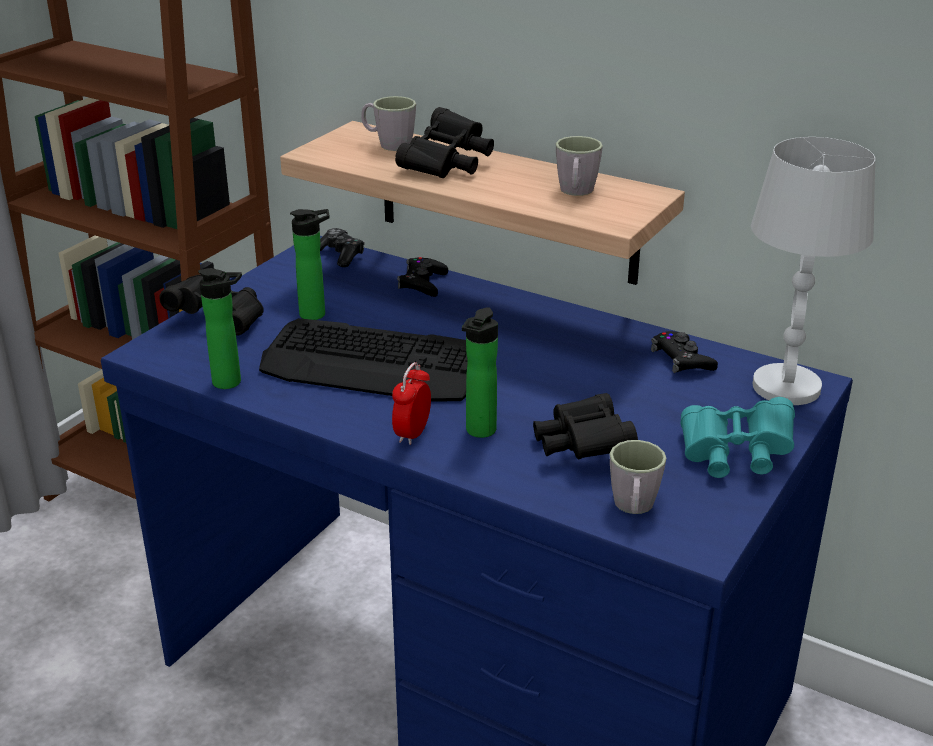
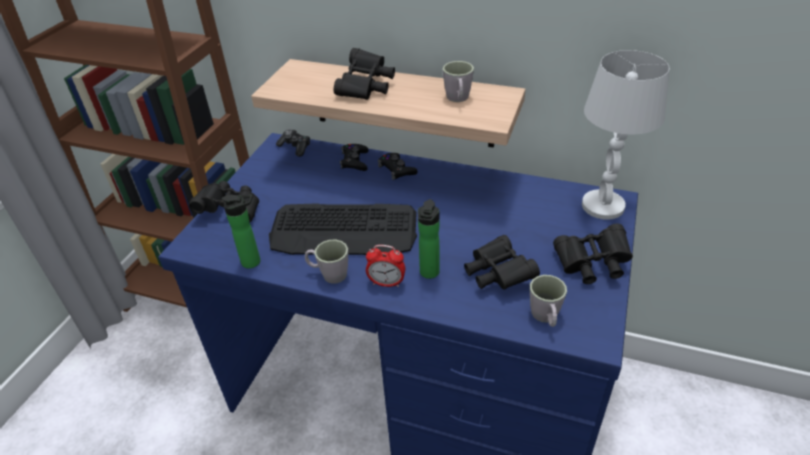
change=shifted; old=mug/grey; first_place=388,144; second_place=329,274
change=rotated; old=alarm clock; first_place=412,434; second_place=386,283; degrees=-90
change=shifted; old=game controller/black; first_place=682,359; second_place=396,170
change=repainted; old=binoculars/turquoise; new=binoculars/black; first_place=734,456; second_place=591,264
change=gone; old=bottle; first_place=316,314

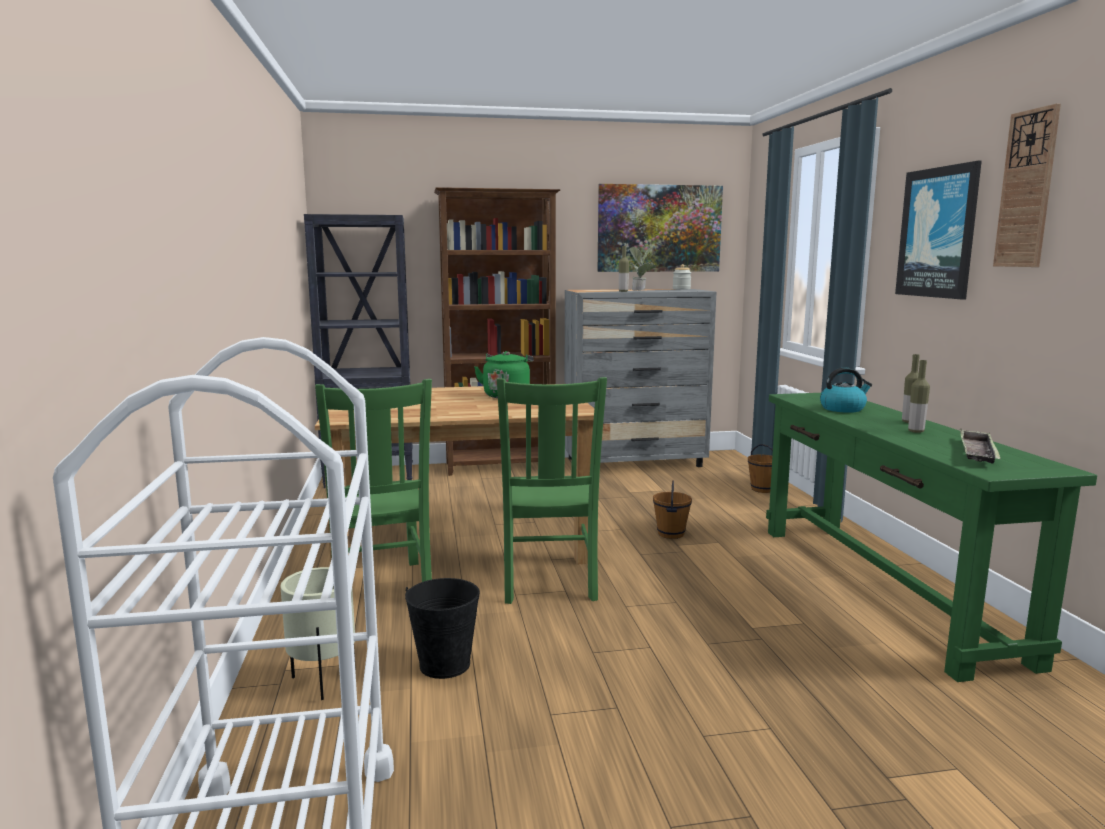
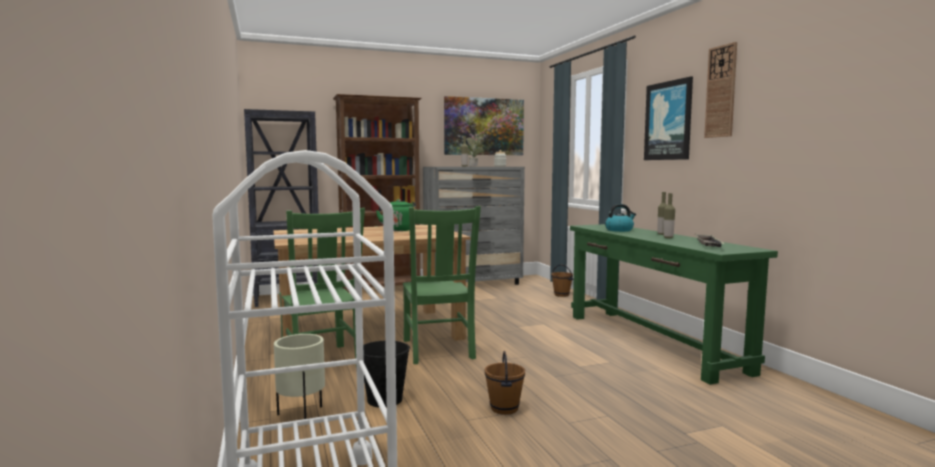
change=shifted; old=bucket/brown; first_place=670,534; second_place=504,408

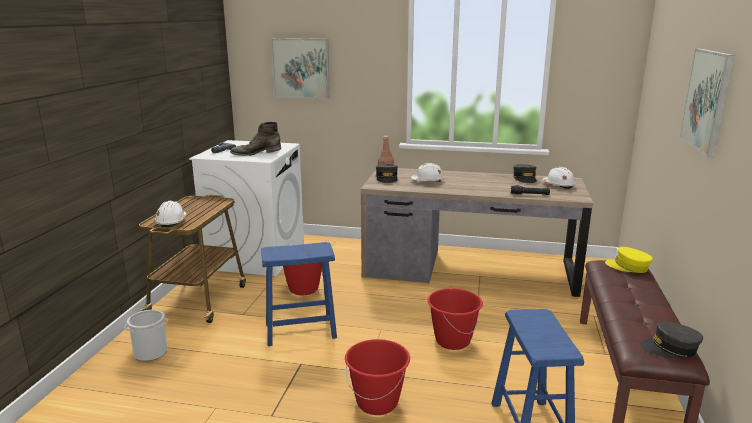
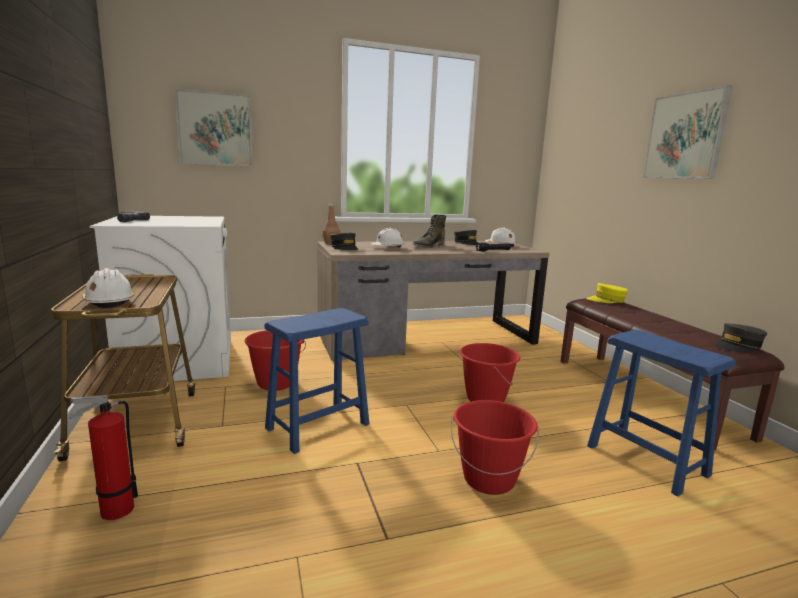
change=swapped; old=bucket; new=fire extinguisher; first_place=150,353; second_place=113,511
change=shifted; old=boot/green; first_place=256,153; second_place=428,246

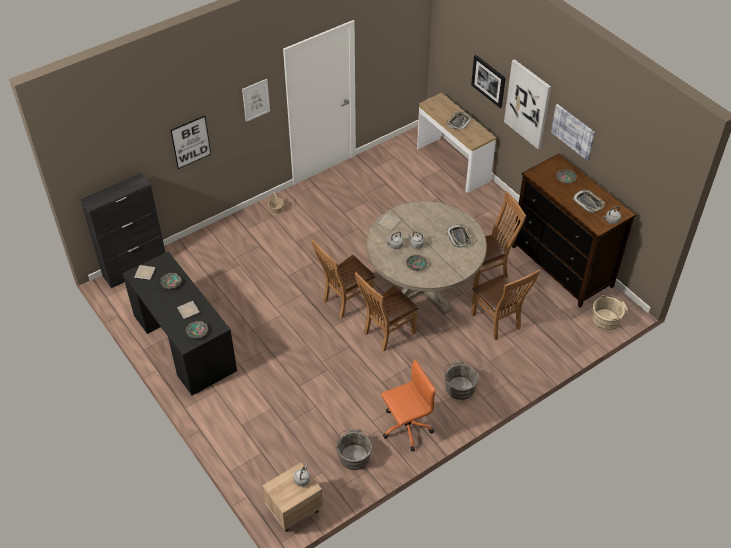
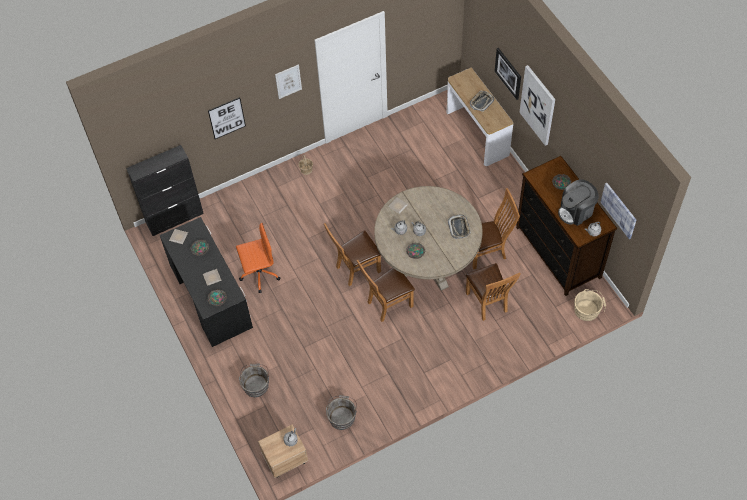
change=shifted; old=office chair/orange; first_place=405,428; second_place=259,274
change=shifted; old=bucket/grey; first_place=459,386; second_place=256,384
change=swapped; old=tray; new=coffee machine; first_place=588,203; second_place=576,211
change=shifted; old=picture; first_place=573,131; second_place=619,210

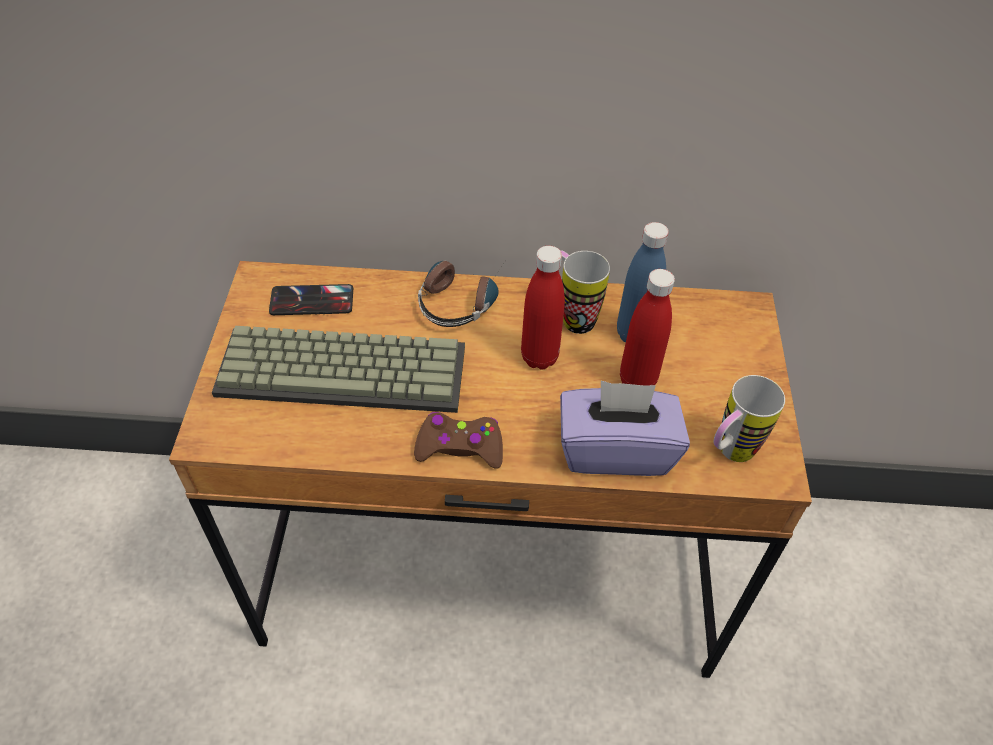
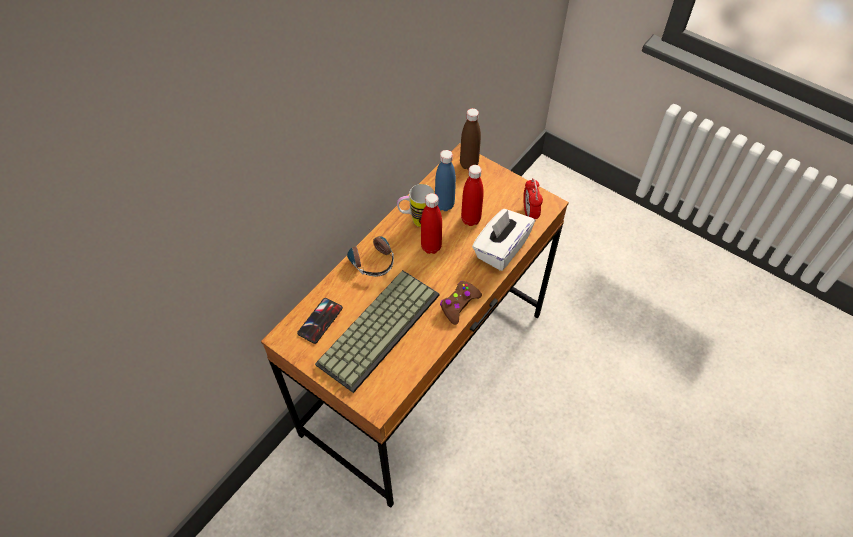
change=new; new=bottle/brown; second_place=469,164
change=repainted; old=tissue box/purple; new=tissue box/white; first_place=615,449; second_place=501,249
change=swapped; old=mug; new=alarm clock; first_place=728,454; second_place=530,213

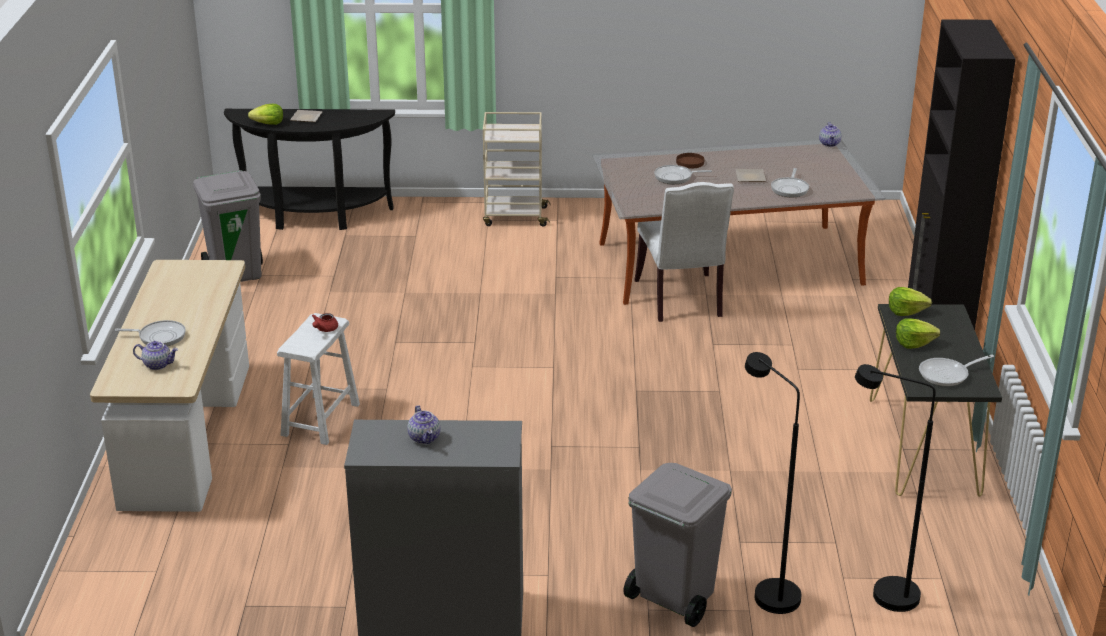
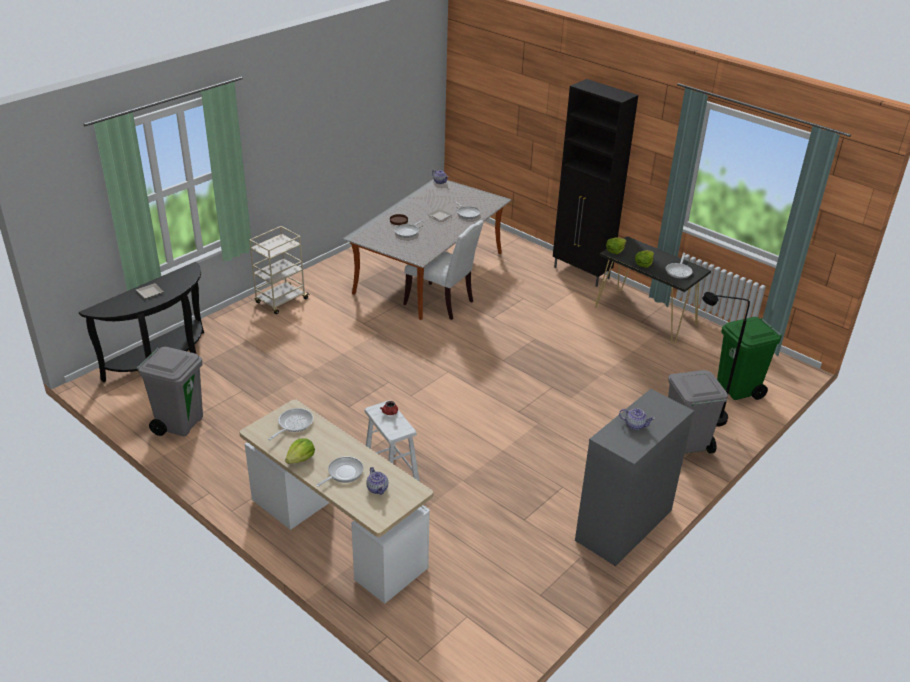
change=new; new=frying pan; second_place=293,424
change=shifted; old=lettuce; first_place=268,124; second_place=301,459
change=rotated; old=teapot; first_place=158,365; second_place=378,489; degrees=105
change=swapped; old=floor lamp/black; new=trash can/green; first_place=882,594; second_place=738,389

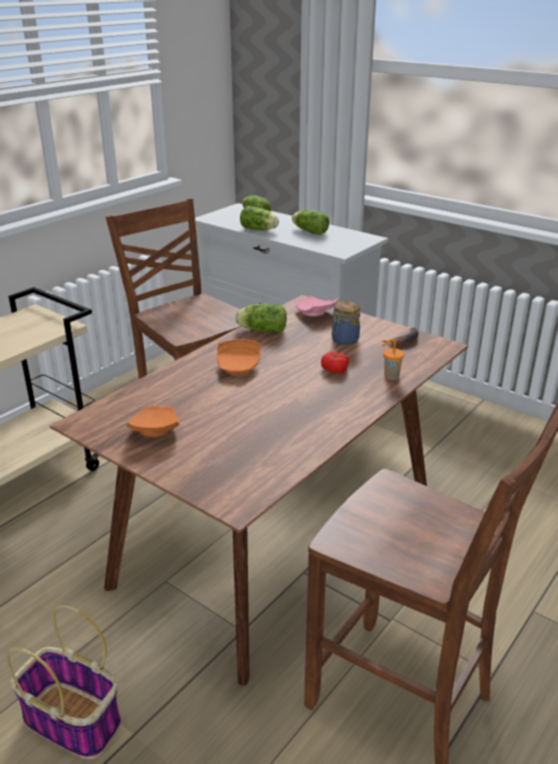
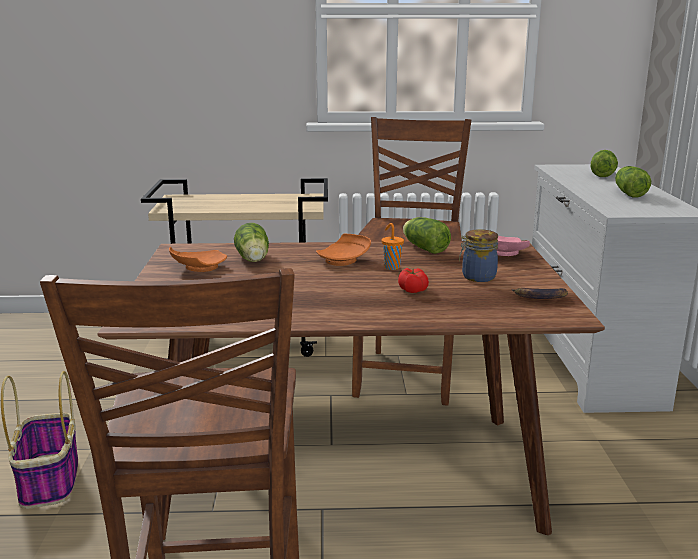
change=shifted; old=lettuce; first_place=260,230; second_place=253,260
change=shifted; old=cup/orange; first_place=390,377; second_place=391,267

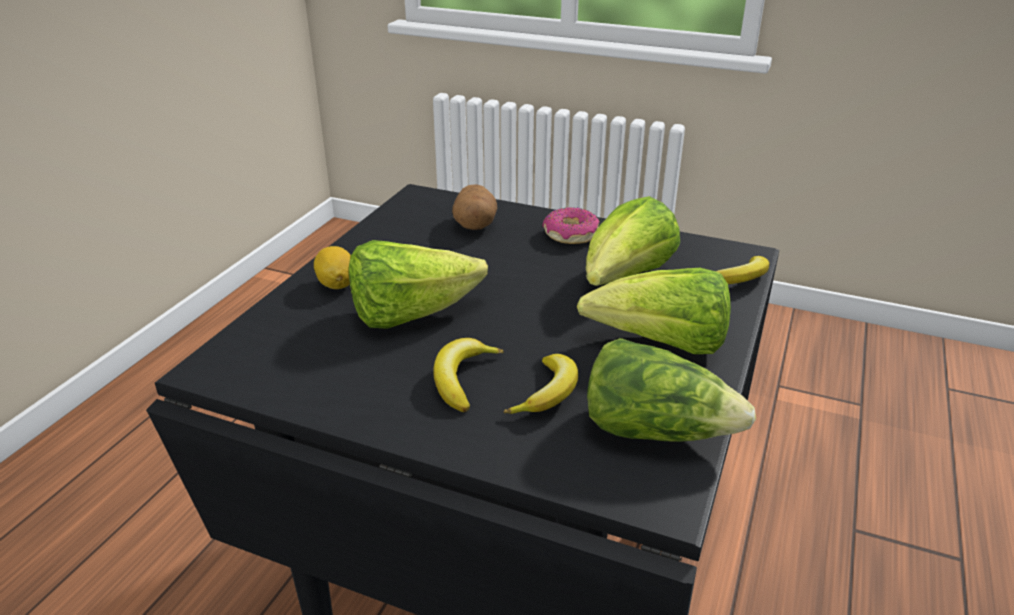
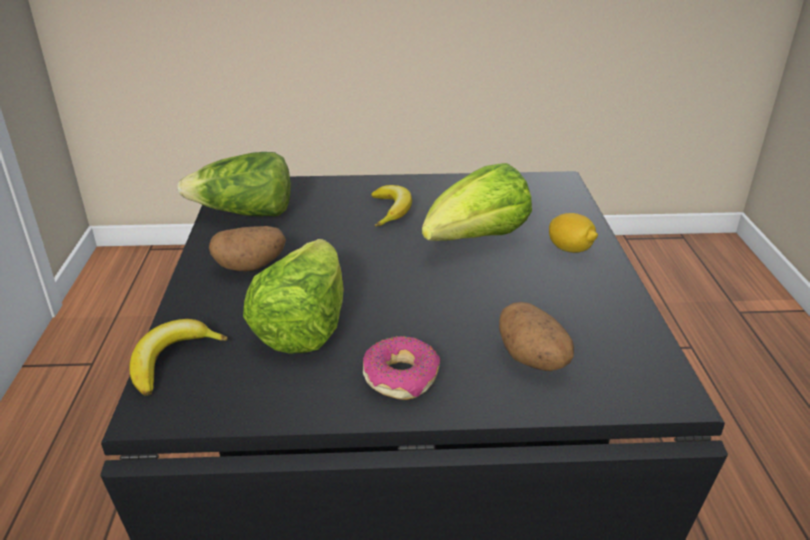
change=swapped; old=lettuce; new=potato; first_place=661,346; second_place=251,266
change=gone; old=banana; first_place=548,393

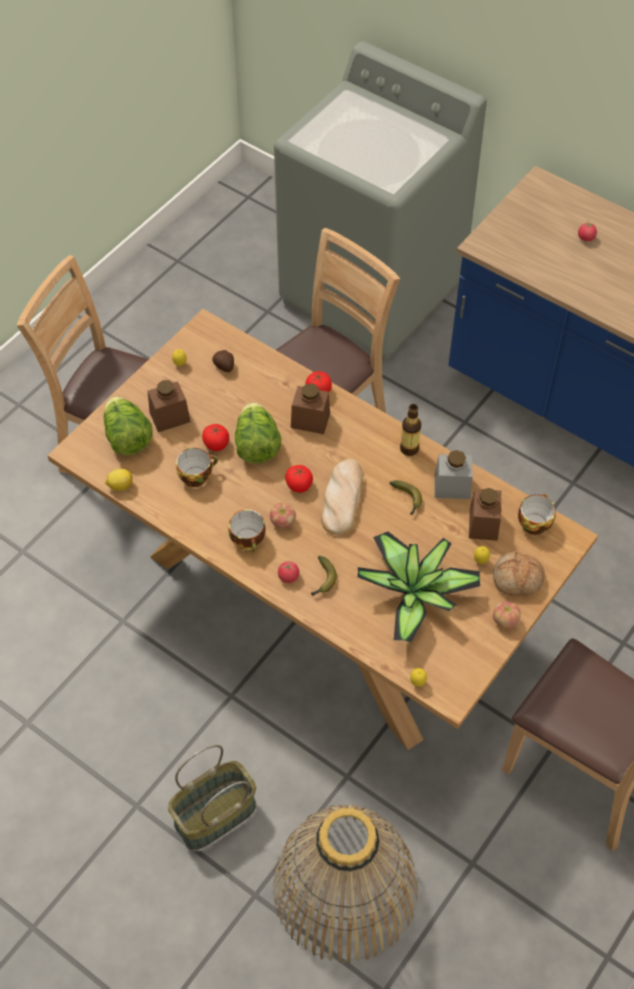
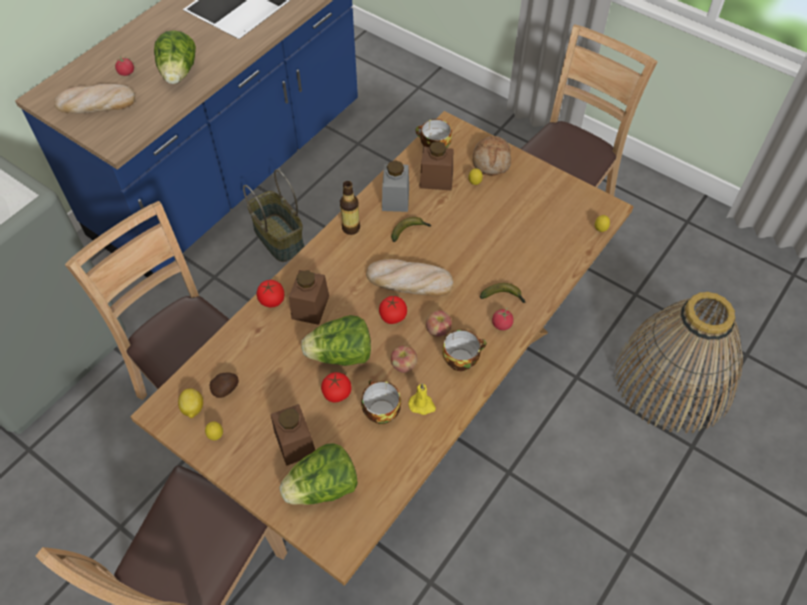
change=new; new=bread; second_place=96,103
change=new; new=lettuce; second_place=179,73
change=shifted; old=lemon; first_place=120,486; second_place=193,409
change=shifted; old=basket; first_place=215,816; second_place=280,238
change=shifted; old=apple; first_place=505,621; second_place=404,365
change=new; new=candle/yellow; second_place=422,405
change=gone; old=potted plant; first_place=415,594

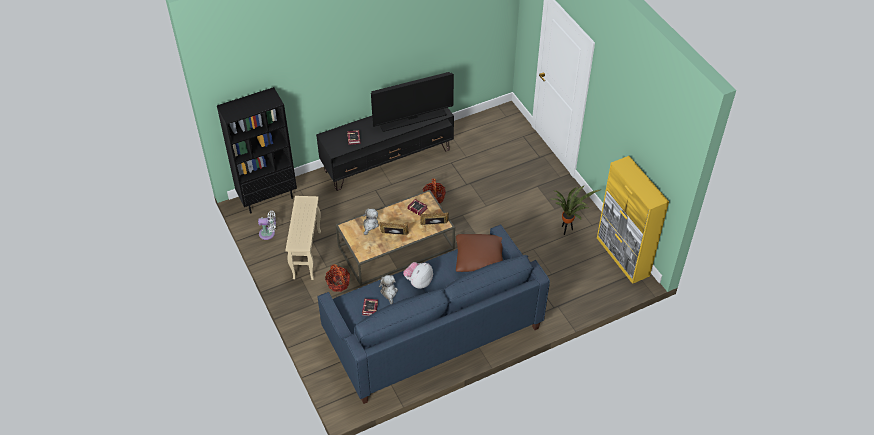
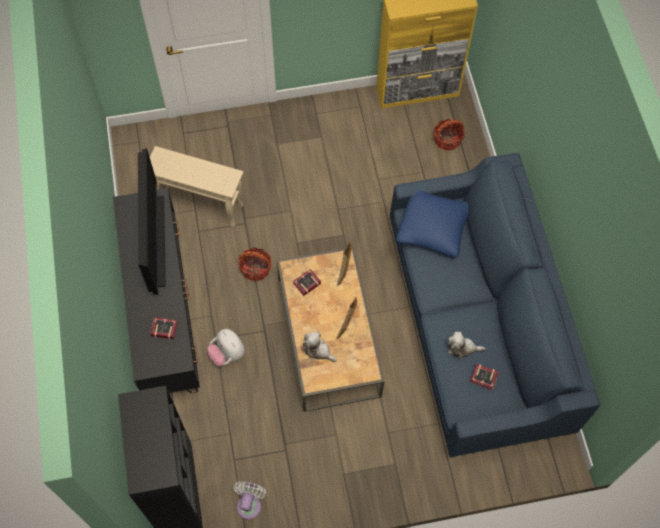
change=shifted; old=side table/beige; first_place=307,255; second_place=200,205
change=shifted; old=plush toy; first_place=418,282; second_place=227,354
change=repainted; old=pillow/brown; new=pillow/blue; first_place=479,259; second_place=433,228
change=shifted; old=basket; first_place=338,283; second_place=447,139
change=gone; old=potted plant; first_place=567,230

